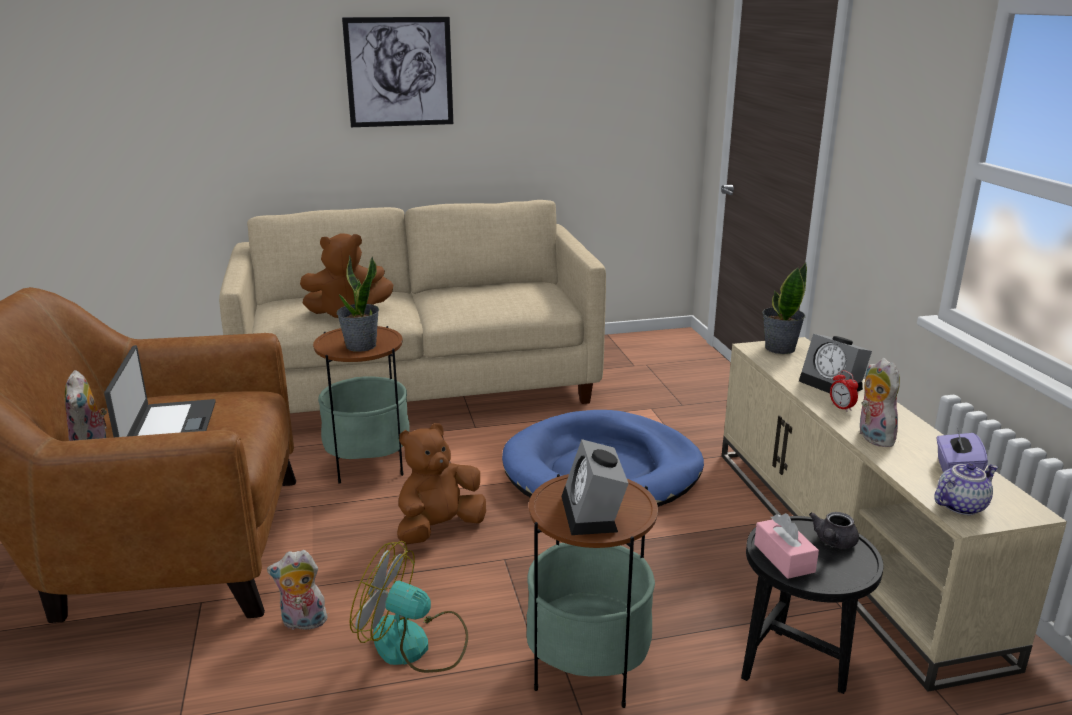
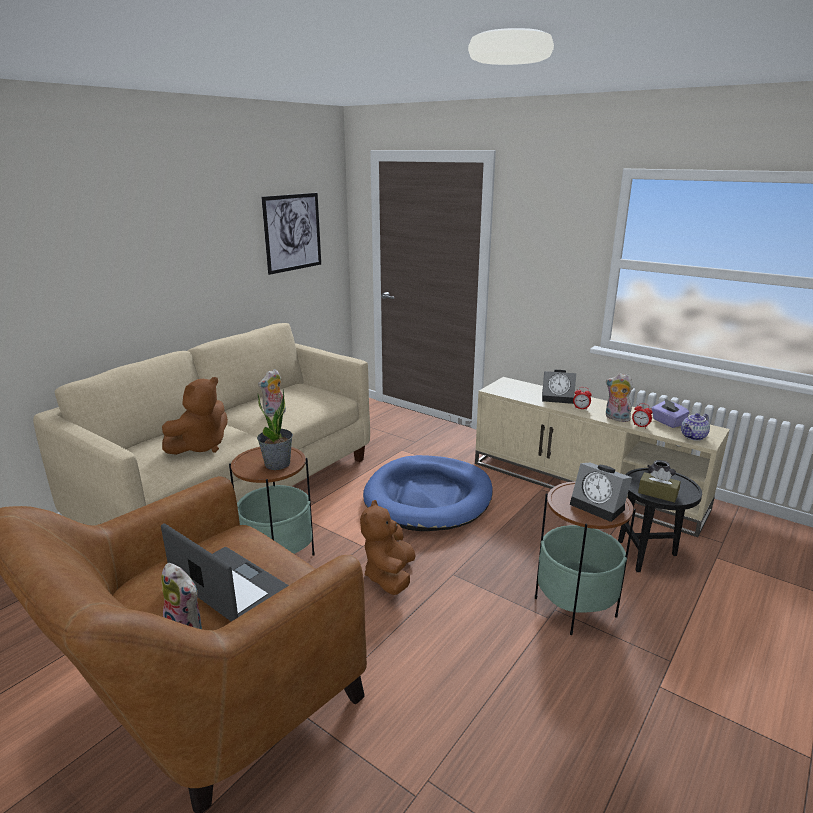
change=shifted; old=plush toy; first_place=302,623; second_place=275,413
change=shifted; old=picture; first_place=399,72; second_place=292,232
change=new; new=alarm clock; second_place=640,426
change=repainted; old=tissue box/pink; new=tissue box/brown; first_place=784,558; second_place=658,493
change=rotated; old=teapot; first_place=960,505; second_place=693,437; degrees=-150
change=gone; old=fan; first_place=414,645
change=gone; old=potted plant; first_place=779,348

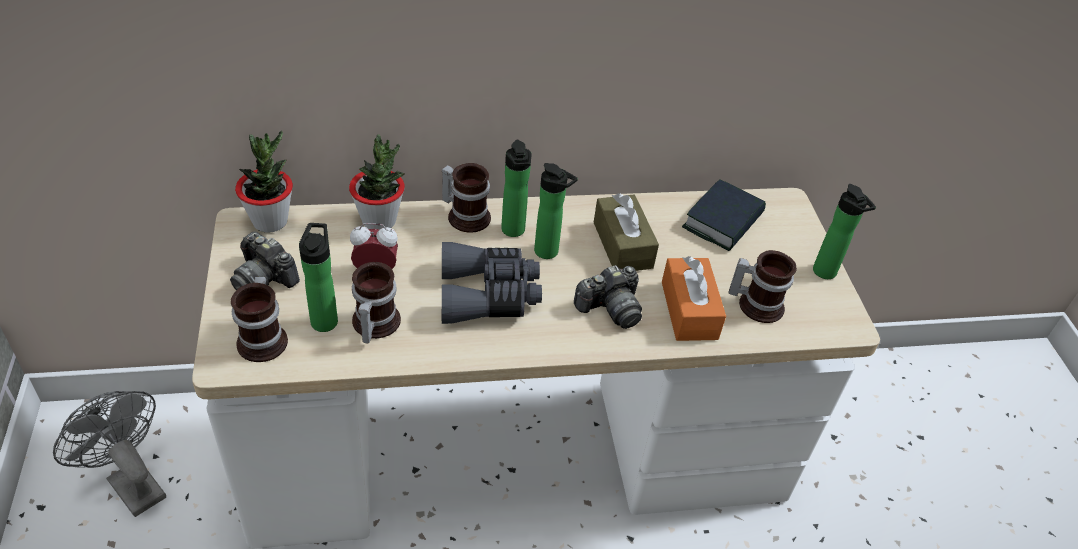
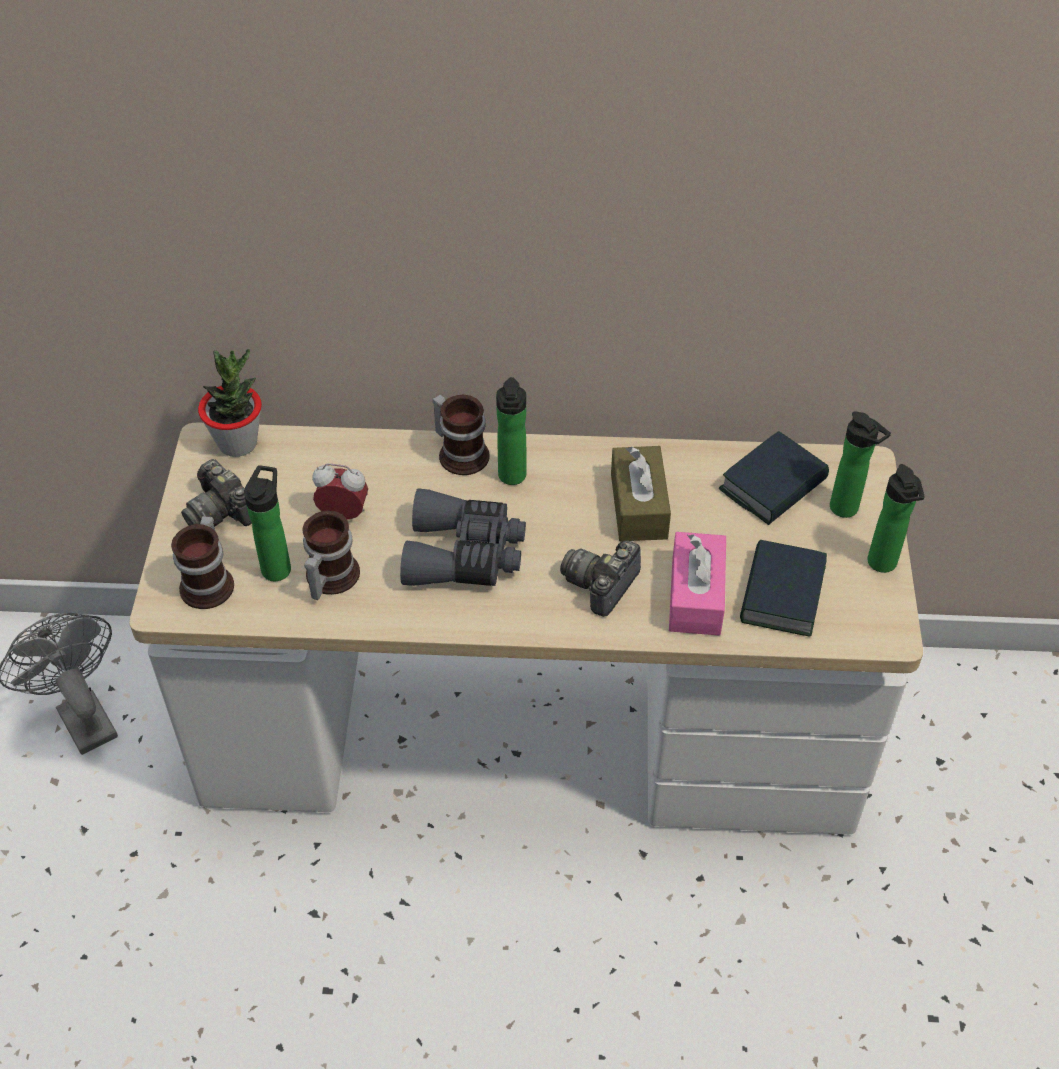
change=rotated; old=photo camera; first_place=610,309; second_place=602,585; degrees=135
change=repainted; old=tissue box/orange; new=tissue box/pink; first_place=689,310; second_place=696,595
change=swapped; old=mug; new=book; first_place=756,303; second_place=781,595
change=shifted; old=bottle; first_place=549,253; second_place=847,510
change=gone; old=potted plant; first_place=379,221

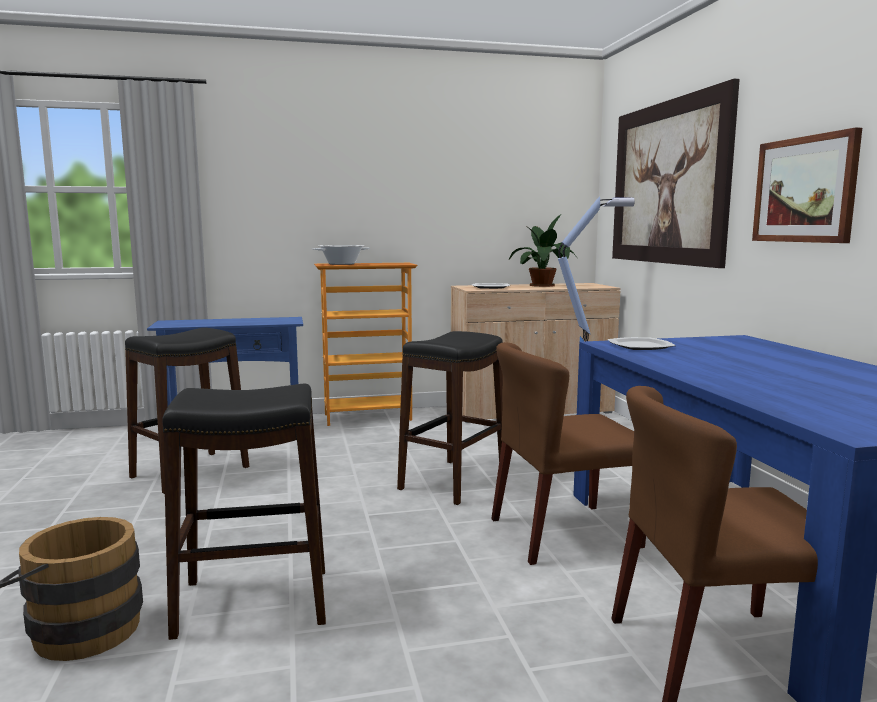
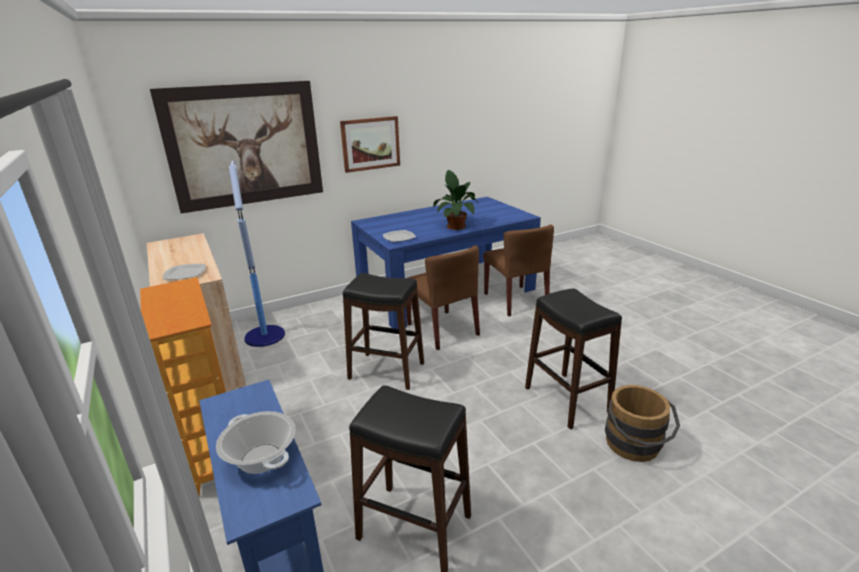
change=shifted; old=cooking pot; first_place=342,264; second_place=261,458
change=shifted; old=potted plant; first_place=544,285; second_place=456,226

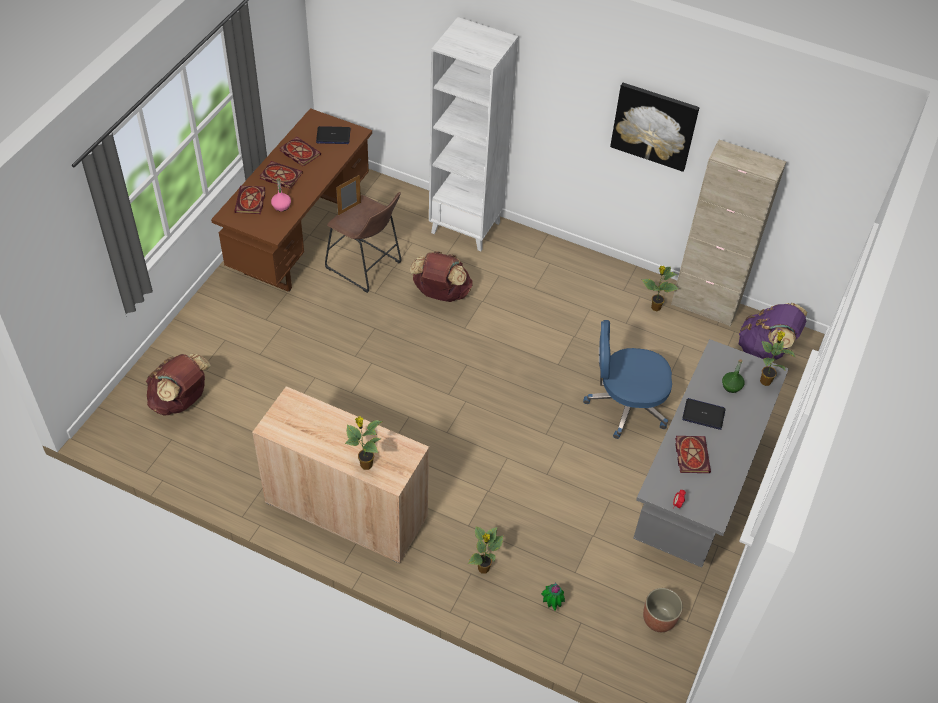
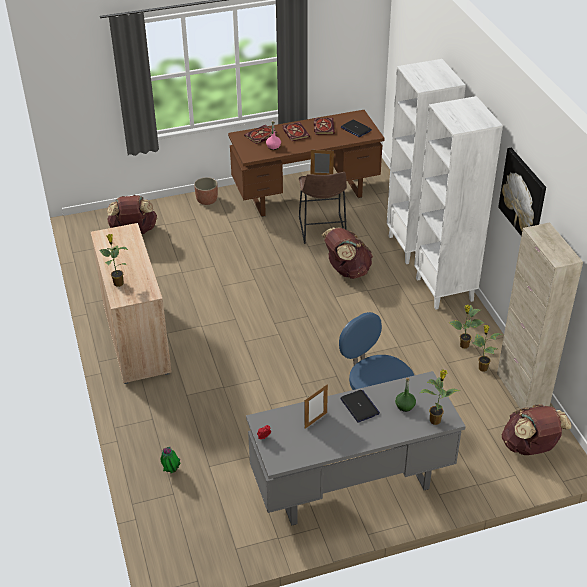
change=shifted; old=planter; first_place=658,619; second_place=207,200
change=swapped; old=book; new=picture frame; first_place=691,454; second_place=315,420
change=new; new=bookcase/white; second_place=445,289
change=shifted; old=potted plant; first_place=483,569; second_place=463,346
change=repainted; old=backpack/purple; new=backpack/brown; first_place=764,350; second_place=530,447

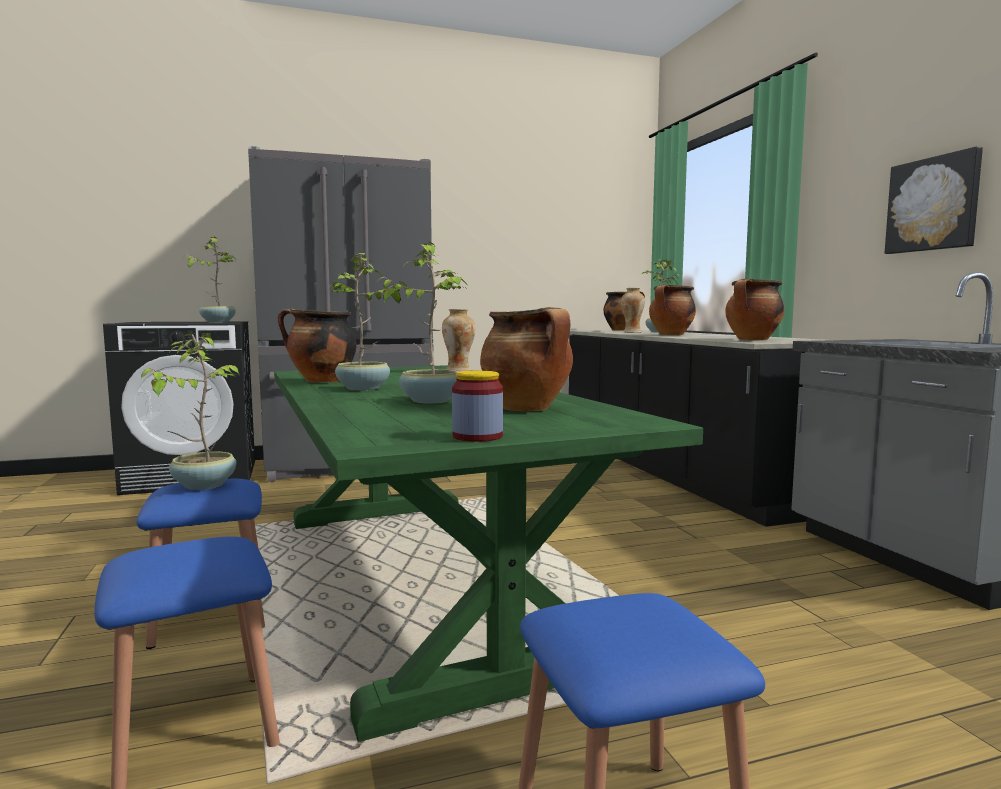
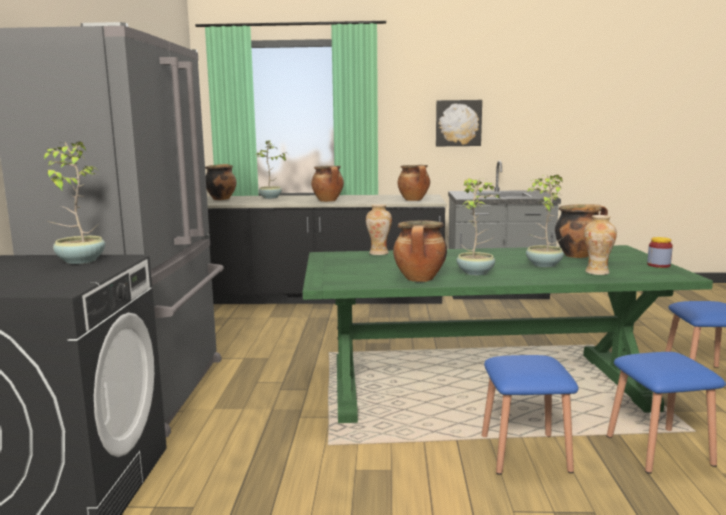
change=shifted; old=vase; first_place=632,332; second_place=597,272
change=gone; old=potted plant; first_place=203,485

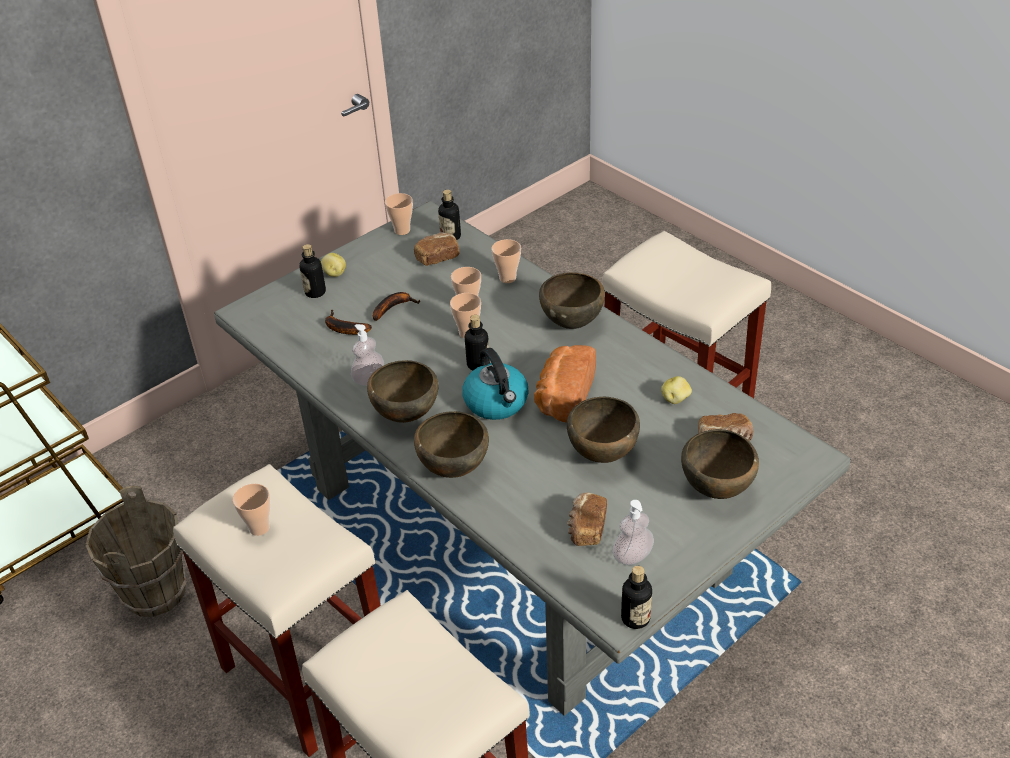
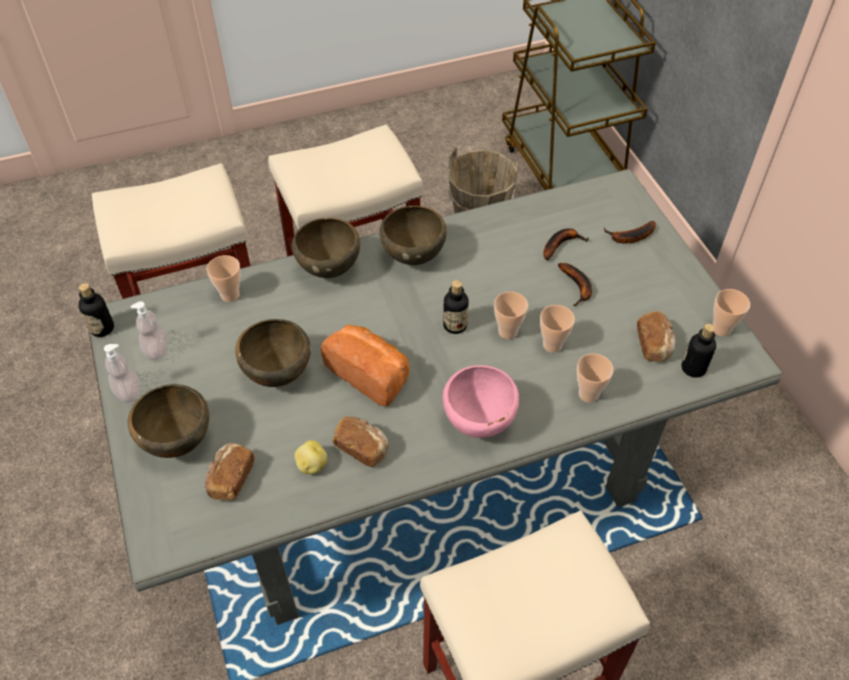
change=shifted; old=soap dispenser; first_place=369,378; second_place=128,392
change=shifted; old=cup; first_place=259,528; second_place=230,295
change=shifted; old=bread; first_place=586,528; second_place=362,447
change=repainted; old=bowl/brown; new=bowl/pink; first_place=572,323; second_place=479,423
change=swapped; old=bottle; new=banana; first_place=315,292; second_place=630,237
change=gone; old=potato; first_place=334,273
change=gone; old=kettle; first_place=497,403

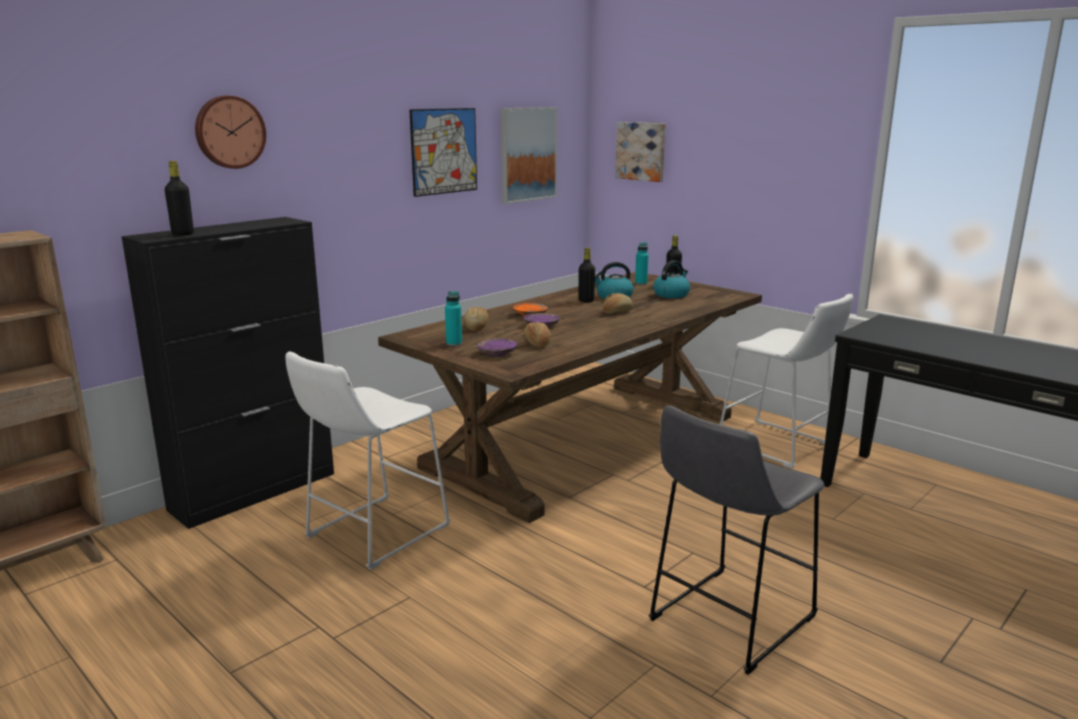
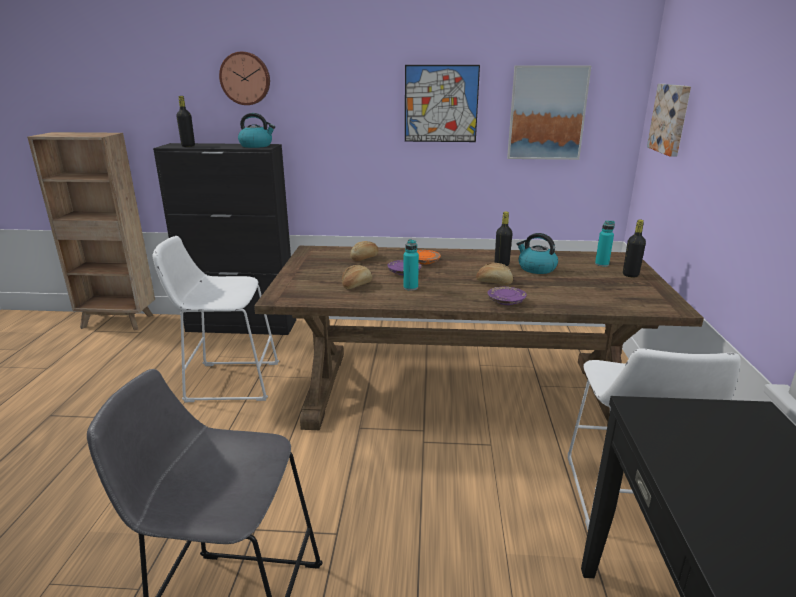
change=shifted; old=kettle; first_place=671,294; second_place=256,145
change=shifted; old=bottle/turquoise; first_place=454,343; second_place=410,287
change=shifted; old=plate/purple; first_place=497,353; second_place=506,301

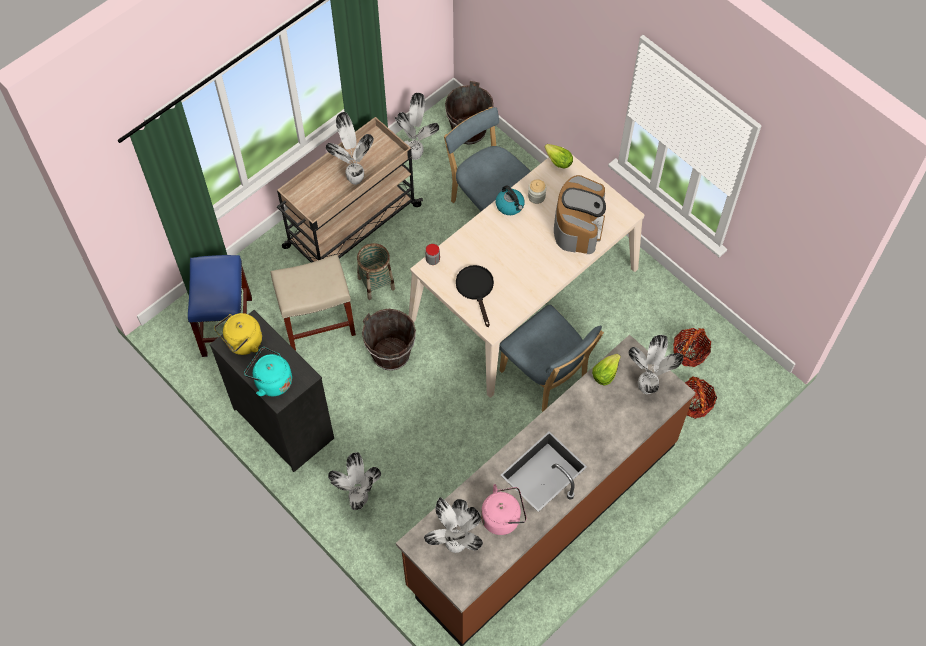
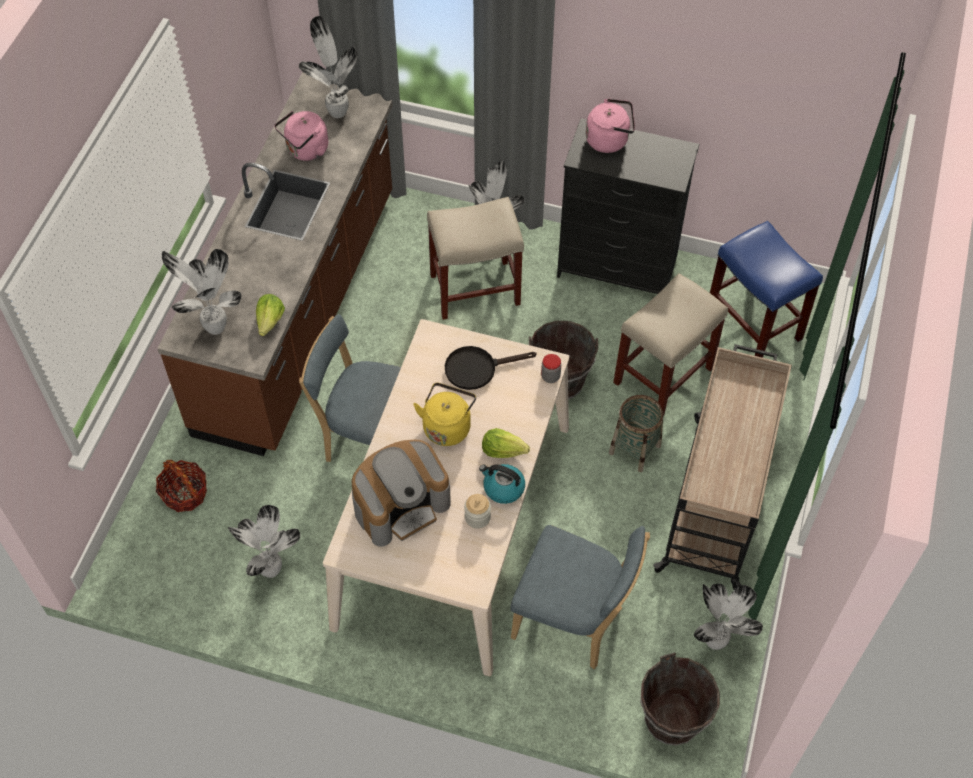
change=shifted; old=potted plant; first_place=355,178; second_place=272,571
change=rotated; old=coffee machine; first_place=578,225; second_place=401,505; degrees=-105
change=shifted; old=kettle/yellow; first_place=242,343; second_place=447,426
change=new; new=stool/beige; second_place=476,288
change=rotated; old=frying pan/black; first_place=476,289; second_place=477,368; degrees=120
change=shifted; old=lettuce; first_place=558,161; second_place=503,450
change=repainted; old=kettle/turquoise; new=kettle/pink; first_place=271,381; second_place=609,140
change=gone; old=basket; first_place=689,352

